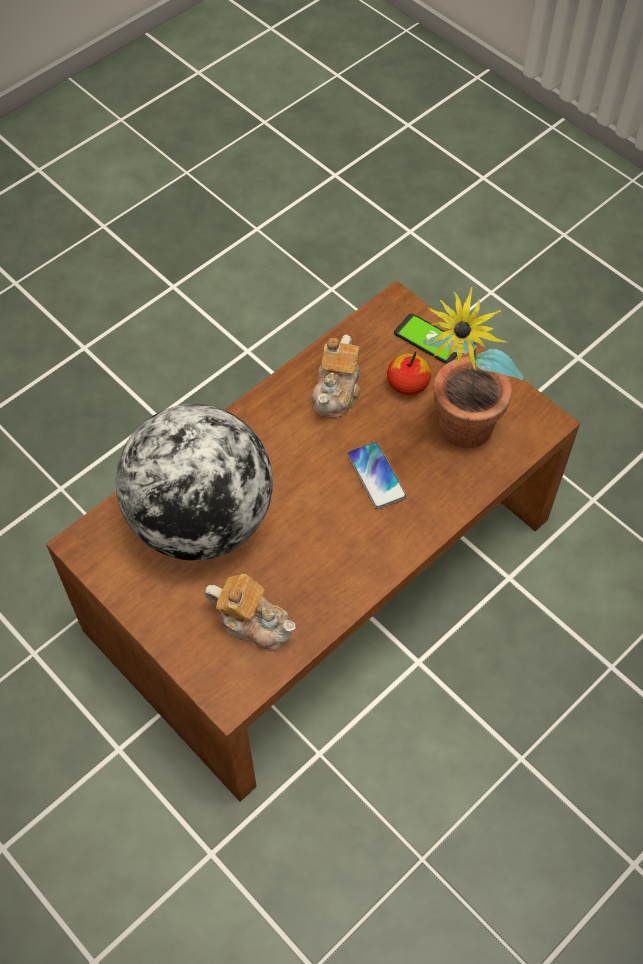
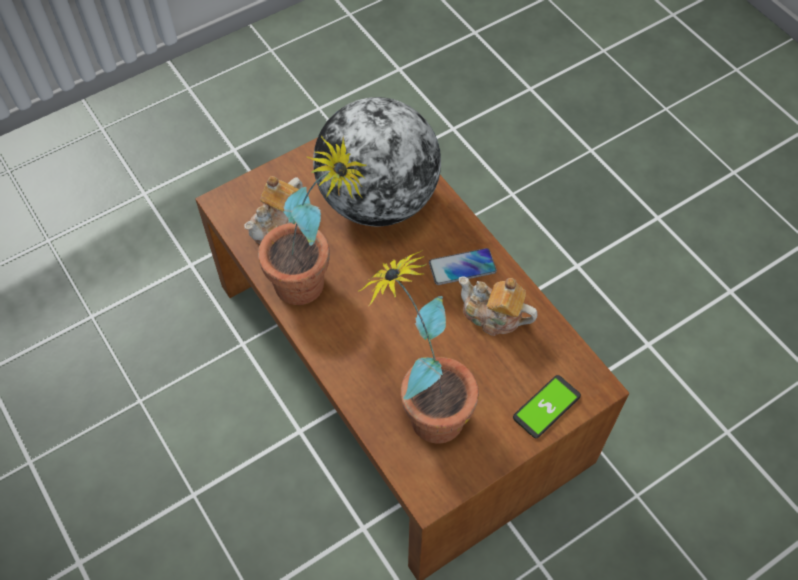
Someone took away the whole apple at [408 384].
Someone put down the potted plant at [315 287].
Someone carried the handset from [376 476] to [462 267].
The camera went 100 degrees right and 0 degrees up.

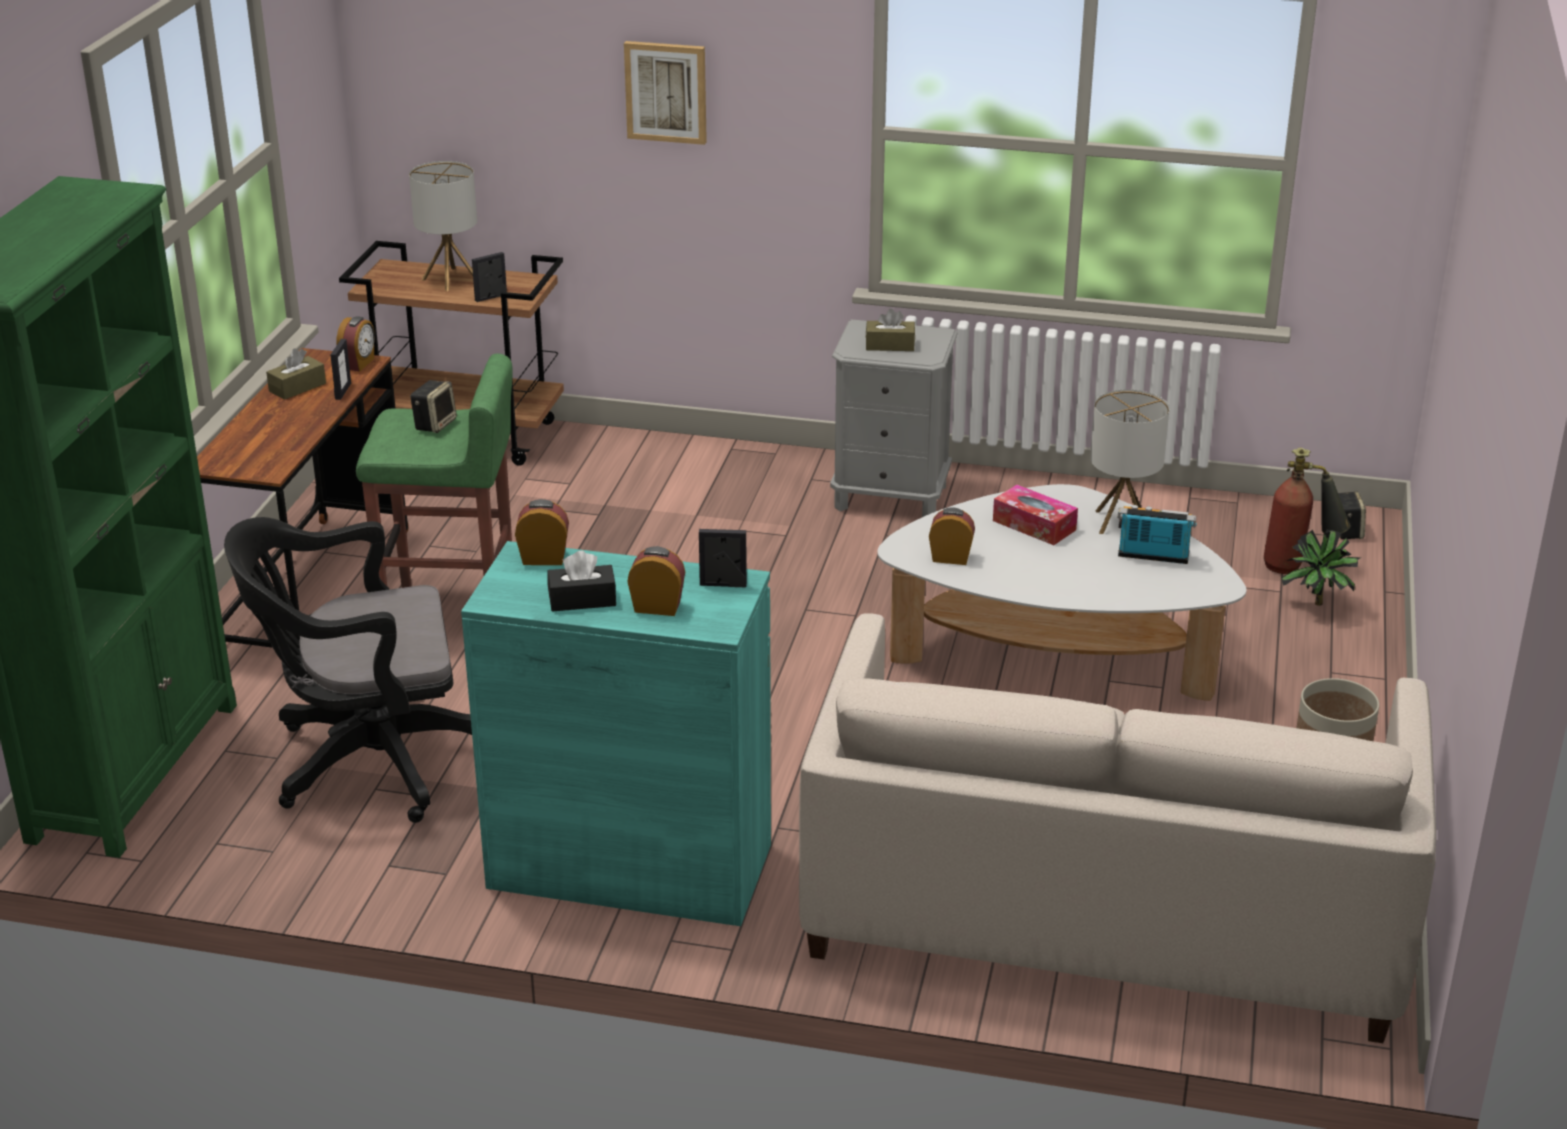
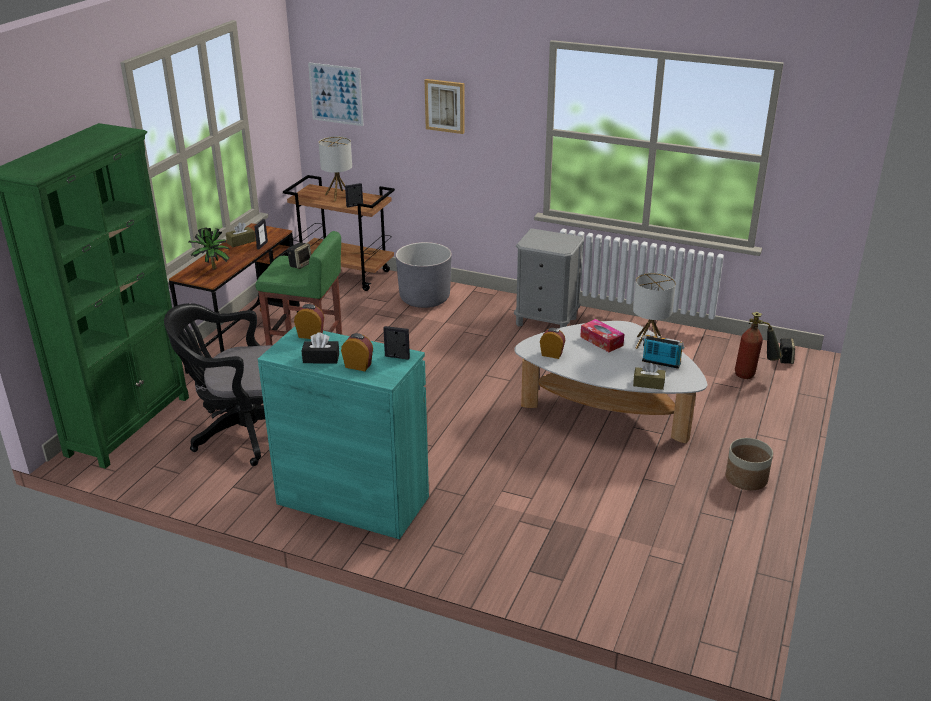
Someone took away the bedside clock at [358 363].
Someone took away the settee/beige at [1103 912].
Someone put up the wall art at [336 94].
Someone put down the planter/greyish at [424 298].
Someone carried the tissue box/brownish from [890 345] to [648 383].
Someone carried the potted plant from [1316 606] to [211 269].
The camera went 10 degrees right and 0 degrees up.

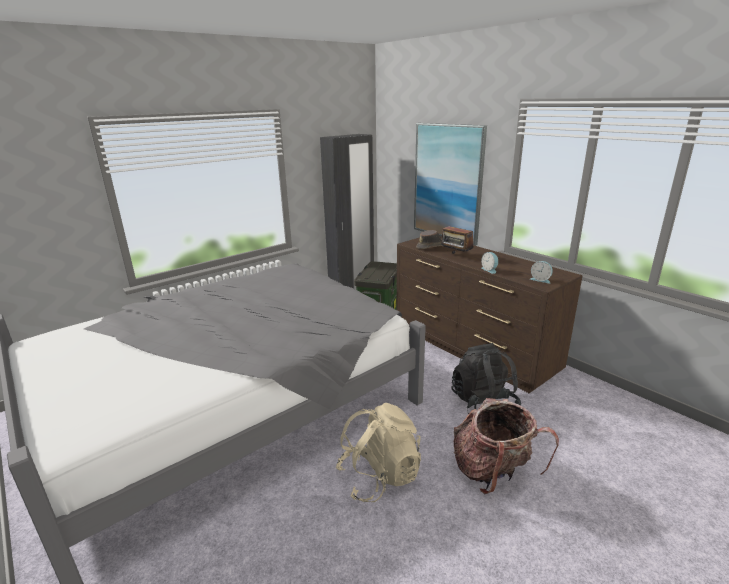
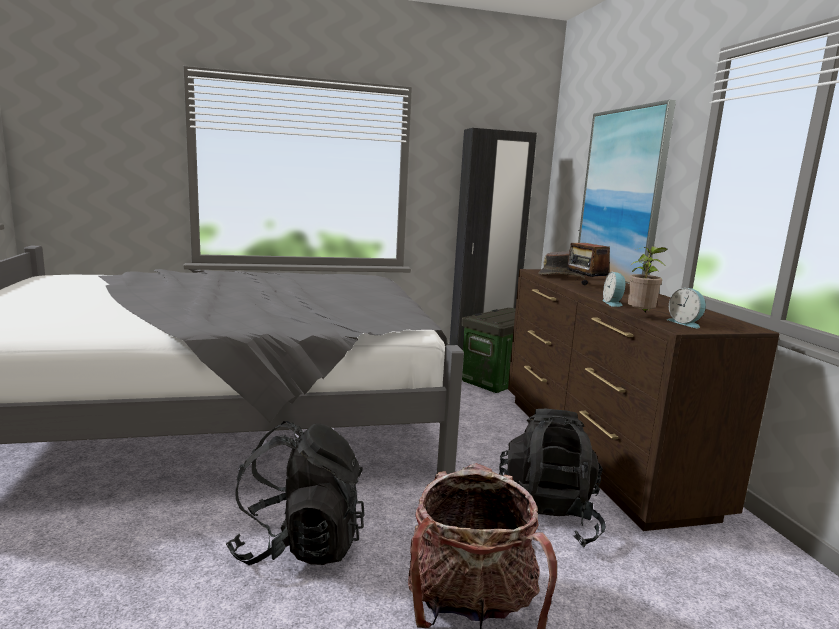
Someone put down the potted plant at [641 316].
Someone repainted the rucksack/beige at [379 476], which became the rucksack/black at [299 545].
The camera went 25 degrees right and 10 degrees down.

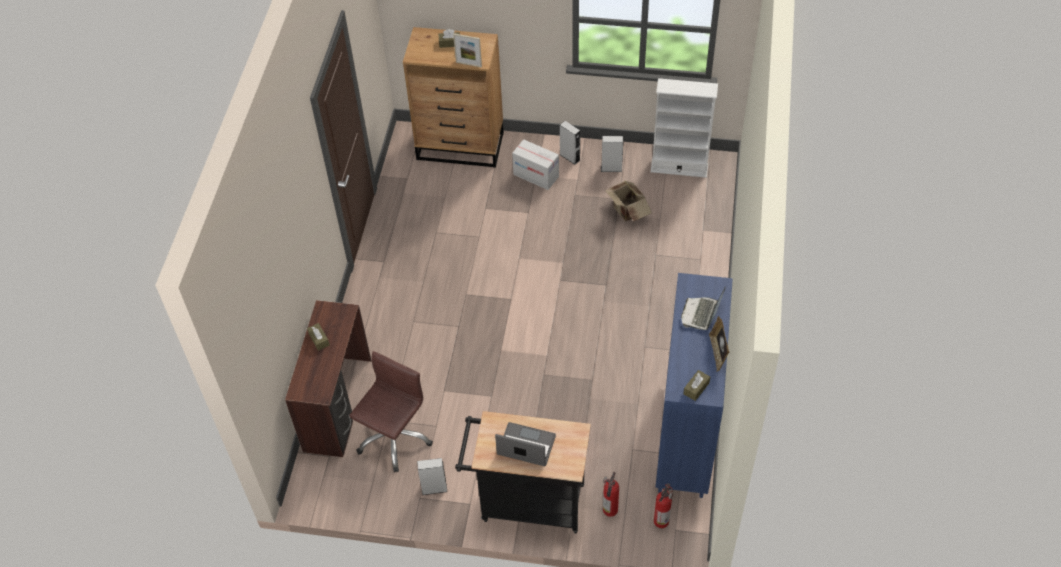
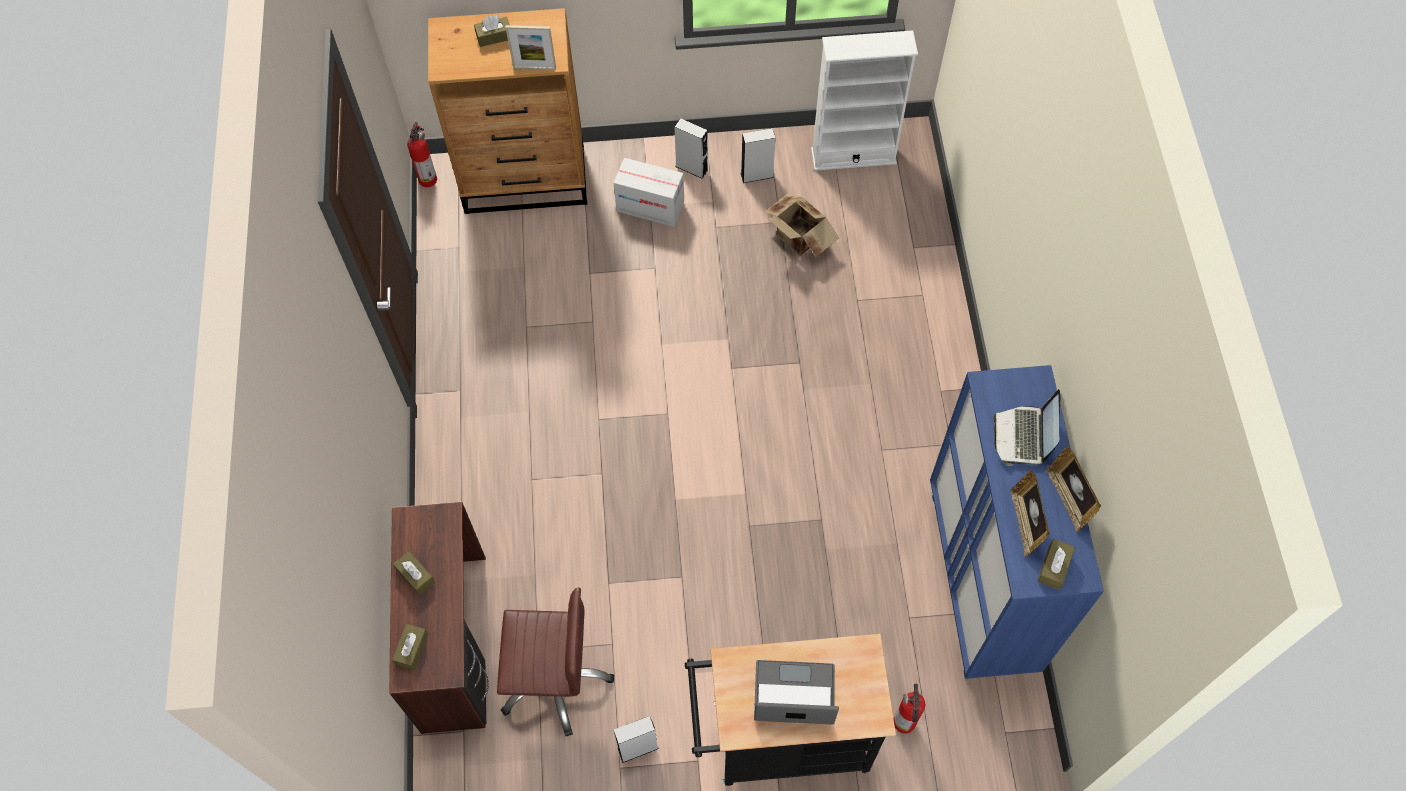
Someone put down the tissue box/brownish at [411 649].
Someone put down the picture frame at [1025 523].
Someone carried the fire-fighting cylinder from [661 520] to [428 178].
Someone rotated the desk chair/brownish at [394 438] by 75 degrees clockwise.
The camera went 15 degrees left and 10 degrees up.

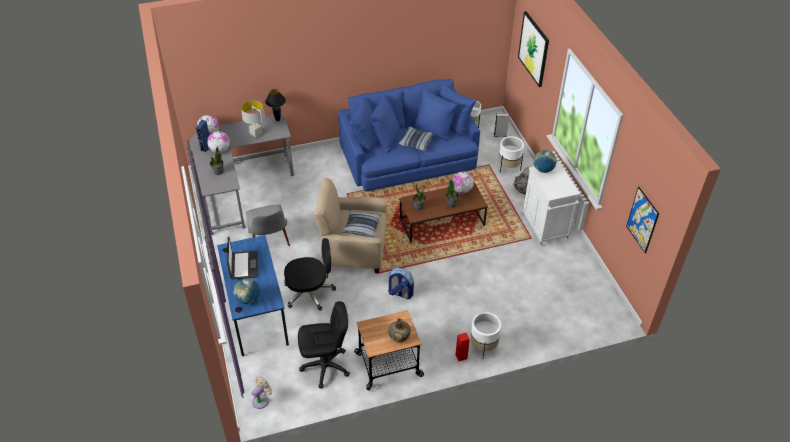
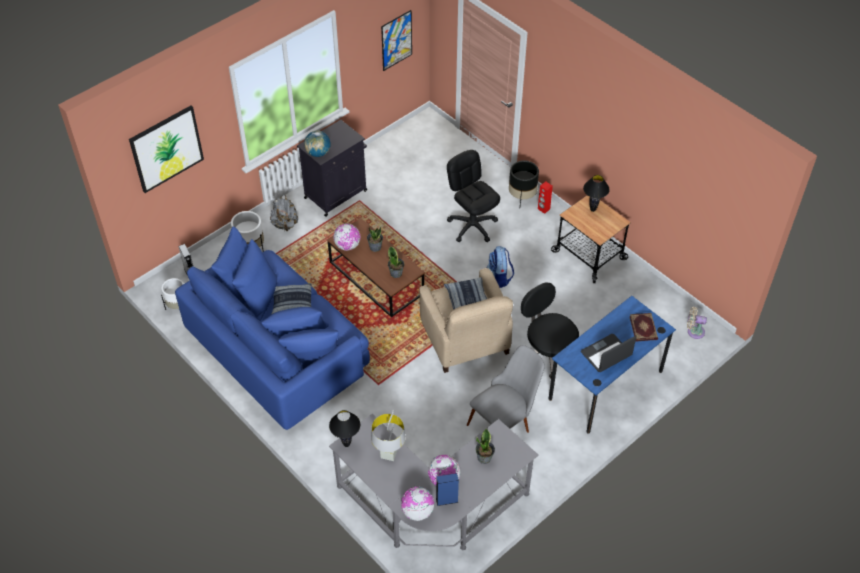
Someone carried the desk chair/black from [325 366] to [472 226].
Someone swapped the world globe at [248 299] for the bound book at [644 328].
Someone swapped the beverage bottle/green at [399 336] for the tabletop lamp/black at [593 210].
Someone repainted the planter/white-coloured at [483 346], which became the planter/black at [522 197].
Someone repainted the cabinet/white-coloured at [545 227], which became the cabinet/black at [336 194].
The camera went 115 degrees left and 5 degrees up.

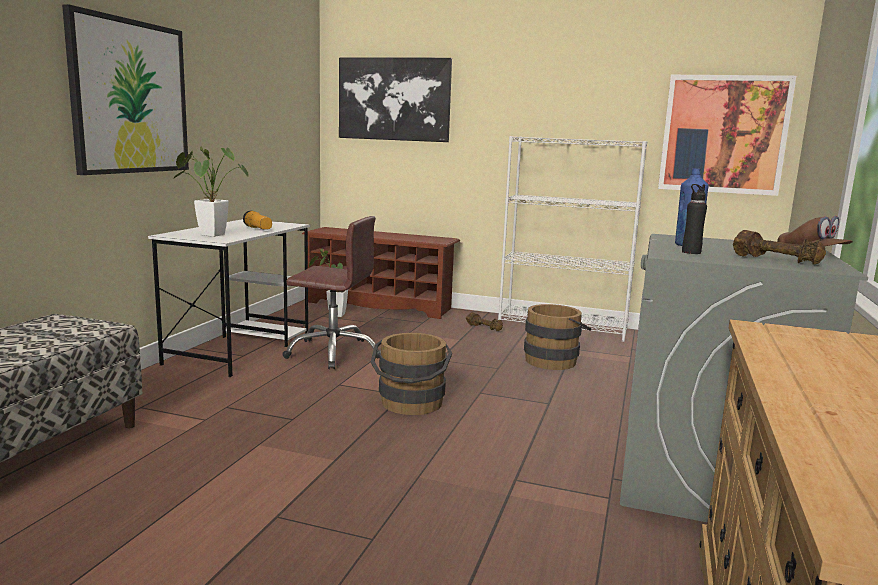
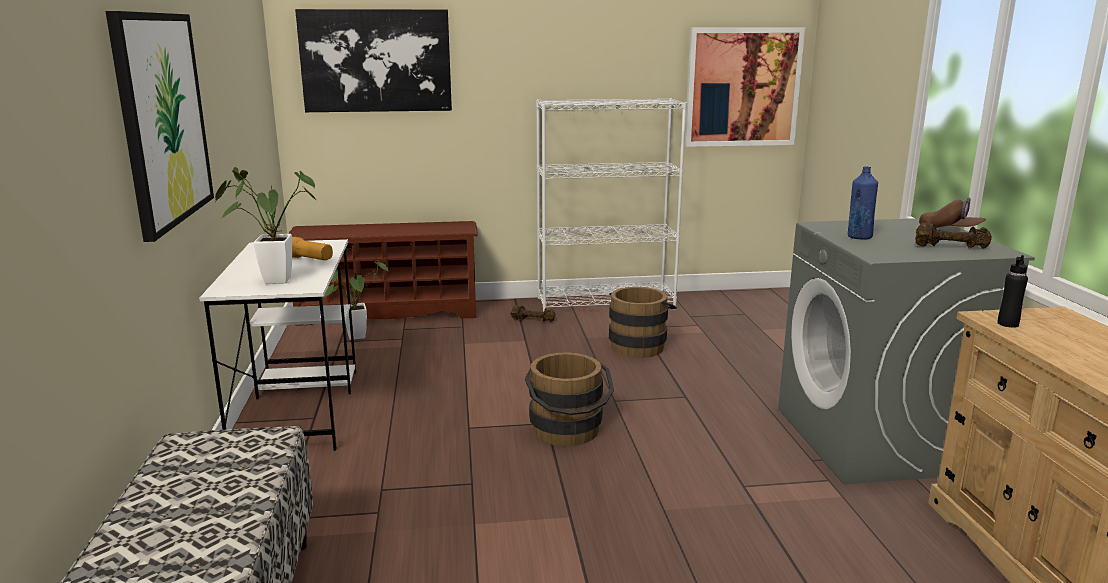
Someone took away the desk chair/brownish at [333 352].
Someone carried the beverage bottle/black from [691 252] to [1007 324].
The camera went 25 degrees left and 5 degrees up.

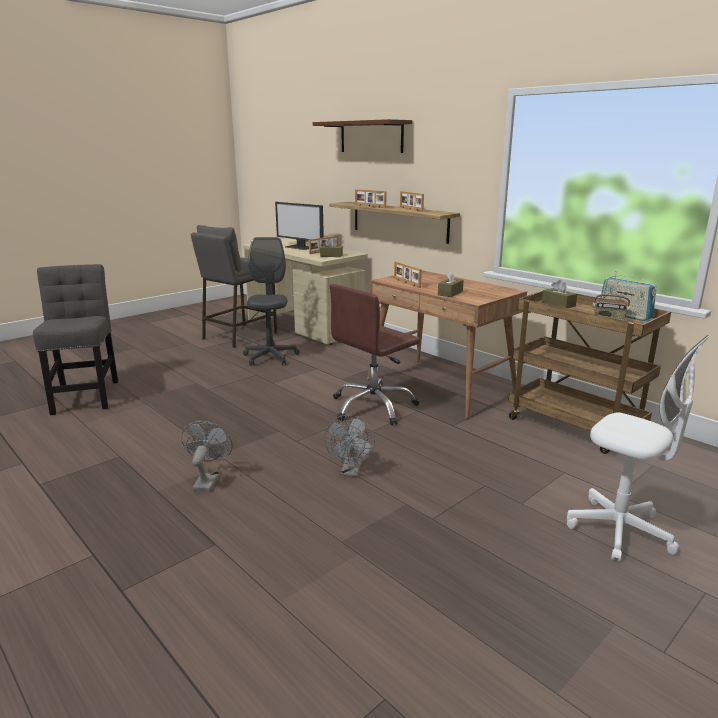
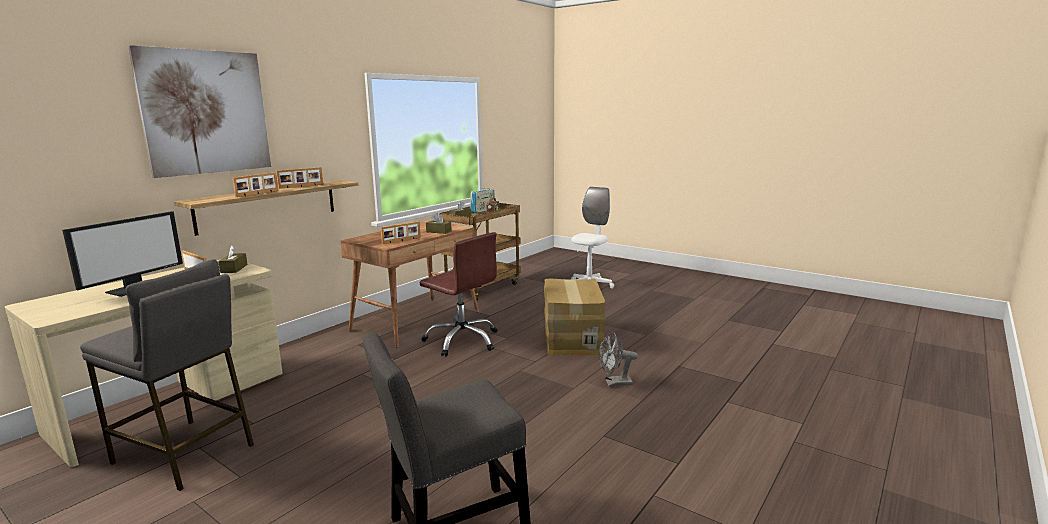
Someone took away the desk chair/greyish at [270 357].
Someone swapped the bracket shelf/brownish at [371 137] for the wall art at [206 112].
Someone swapped the cooling fan/greyish at [351 471] for the carton at [571 339].
The camera went 100 degrees left and 5 degrees down.

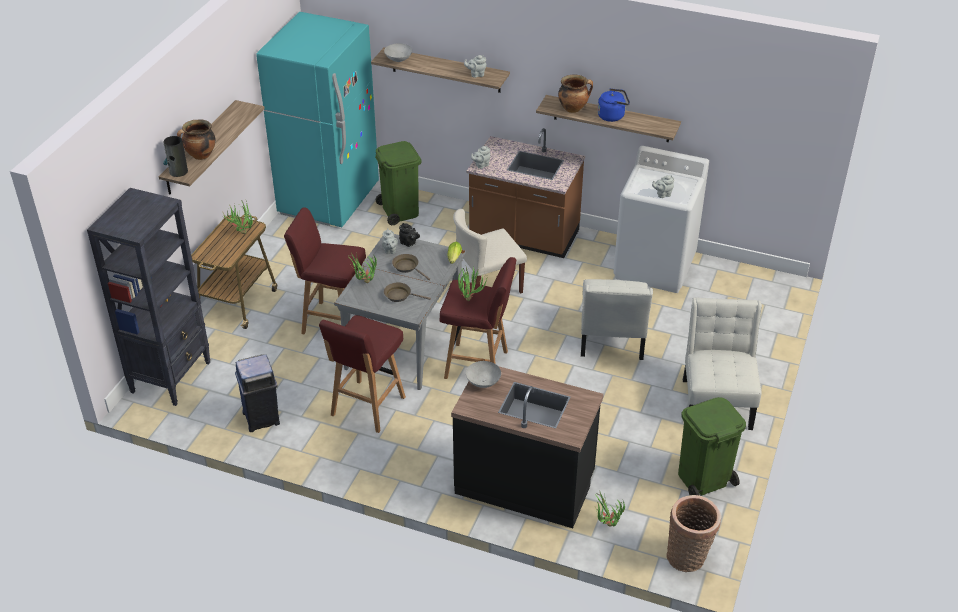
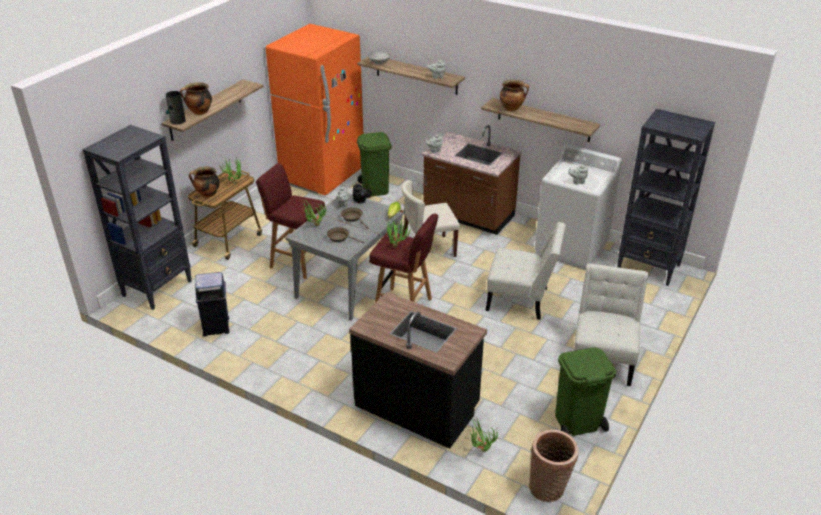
Someone took away the sitting stool/reddish at [367 407].
Someone took away the serving bowl/greyish at [484 382].
Someone took away the water kettle/blue-coloured at [612 116].
Someone put down the stockpot at [207 194].
Someone put down the bookshelf/black at [649 267].
Someone repainted the refrigerator/turquoise at [329 199], which became the refrigerator/orange at [323 176].
Someone rotated the upright chair/white-coloured at [611 340] by 90 degrees counterclockwise.
The camera went 10 degrees right and 5 degrees down.

